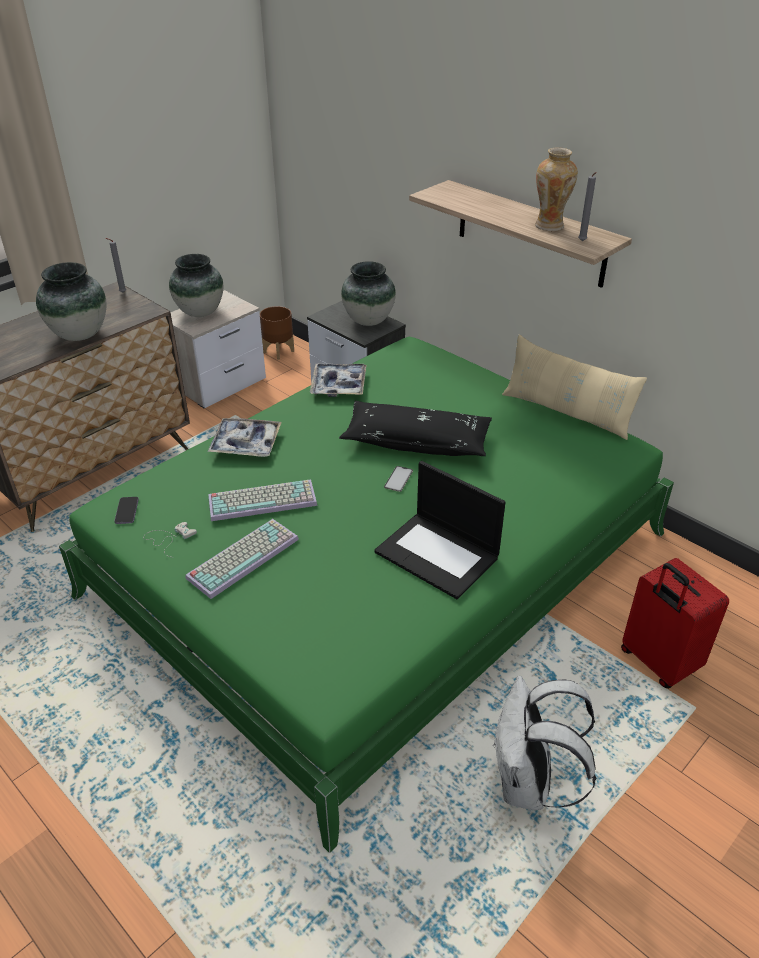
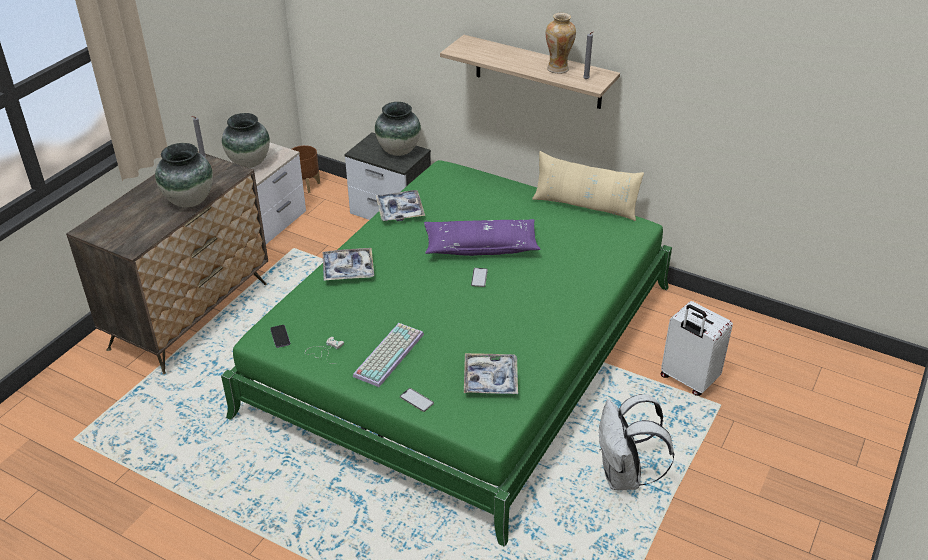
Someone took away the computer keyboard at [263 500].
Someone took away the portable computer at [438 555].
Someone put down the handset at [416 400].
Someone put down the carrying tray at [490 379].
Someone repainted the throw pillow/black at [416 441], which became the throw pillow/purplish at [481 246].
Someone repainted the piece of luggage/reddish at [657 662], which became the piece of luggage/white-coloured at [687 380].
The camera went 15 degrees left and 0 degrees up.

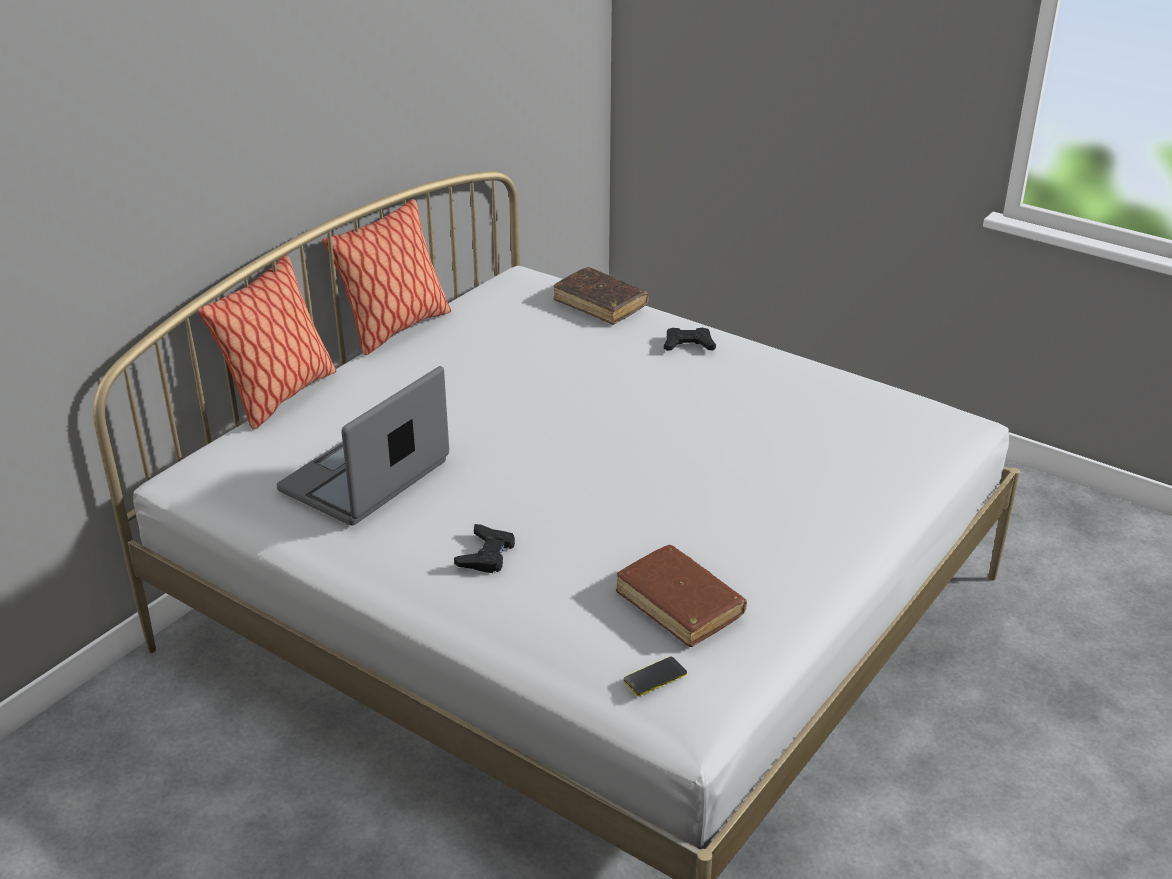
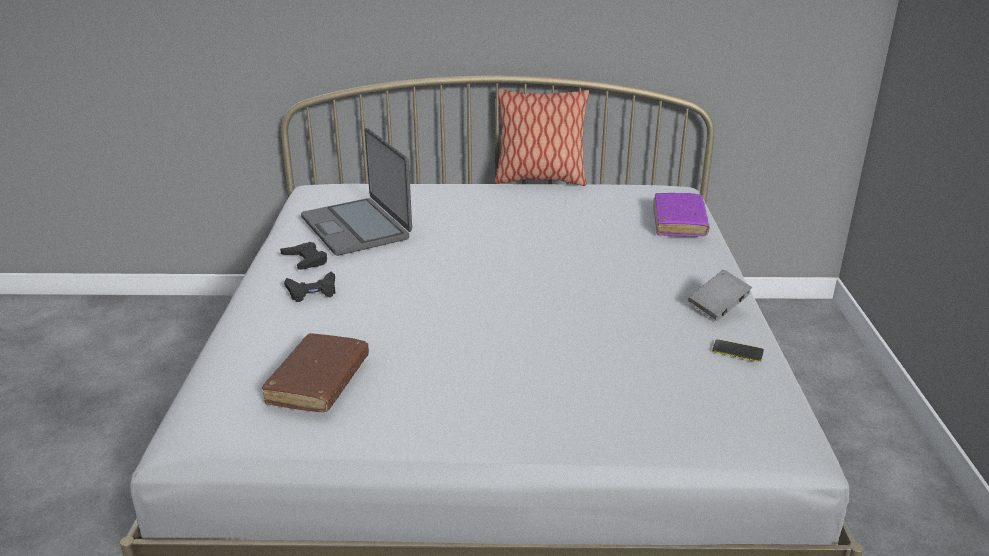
Someone took away the throw pillow at [280 396].
Someone put down the bound book/greyish at [718 307].
Someone carried the handset from [655 677] to [737 351].
Someone carried the game controller/black from [688 345] to [305 260].
Someone repainted the bound book/brownish at [600 304], which became the bound book/purplish at [679 222].
Someone rotated the portable computer at [366 477] by 120 degrees counterclockwise.
The camera went 55 degrees right and 5 degrees down.

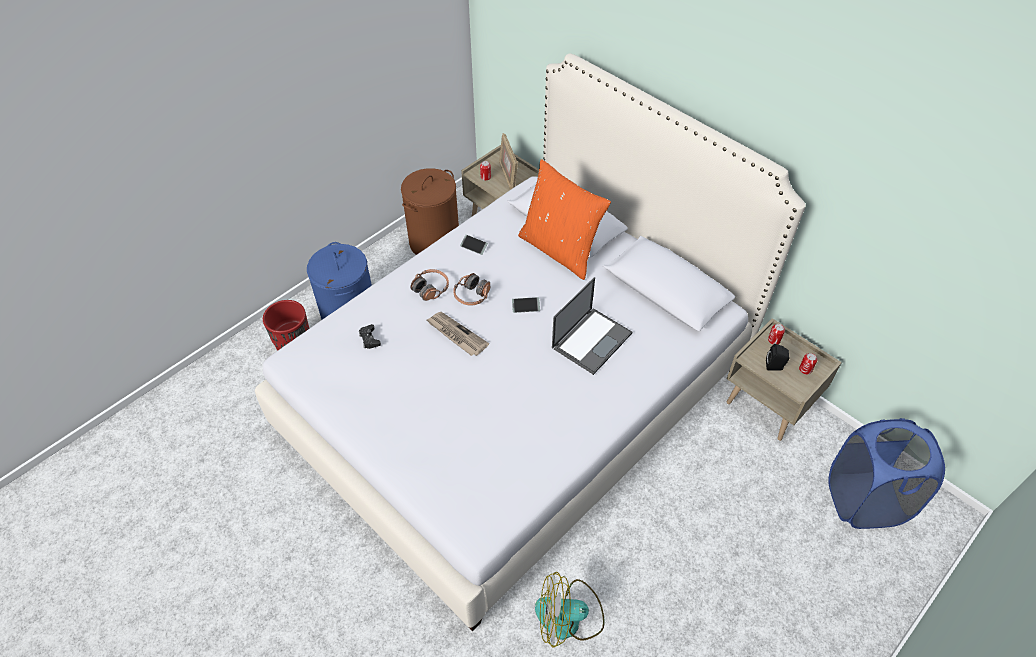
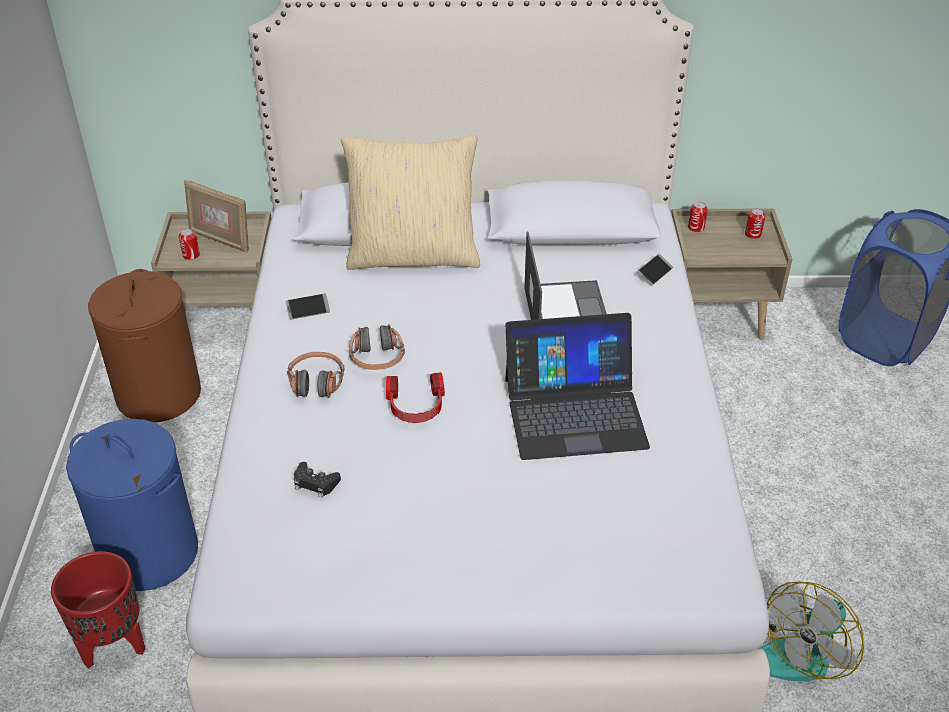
Someone took away the audio speaker/black at [775 366].
Someone put down the portable computer at [574 412].
Someone carried the handset from [526 307] to [654 273].
Someone swapped the daily paper at [456 335] for the pair of headphones at [416 407].
Someone repainted the throw pillow/orange at [560 250], which became the throw pillow/beige at [413 255].
The camera went 45 degrees left and 10 degrees down.

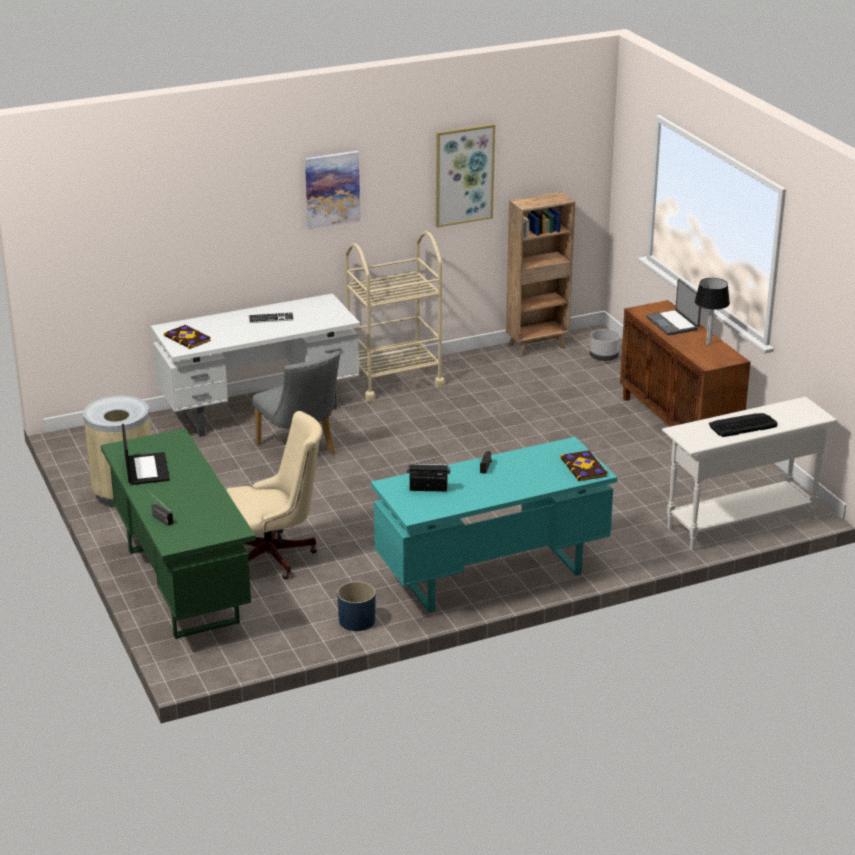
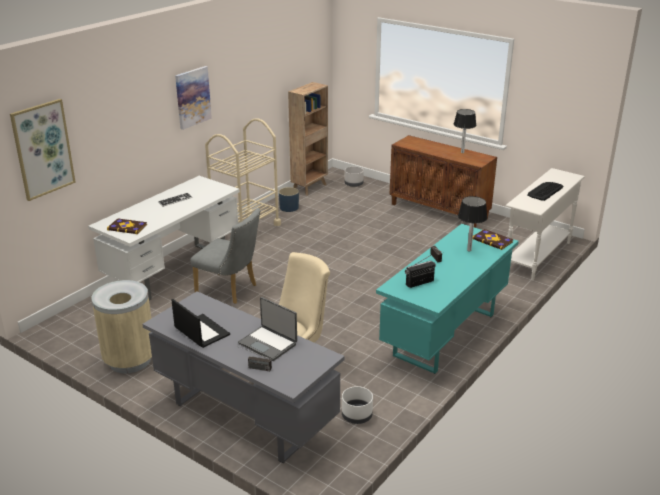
Someone put down the planter/white-coloured at [356 416].
Someone put down the tabletop lamp at [469 250].
Someone carried the planter/blue-coloured from [356 620] to [289 208].
Someone carried the wall art from [464 175] to [43 149].
Someone carried the portable computer from [673 323] to [268 343].
Someone repainted the desk unit/green at [181 586], which became the desk unit/greyish at [244 417].
The camera went 30 degrees left and 0 degrees up.

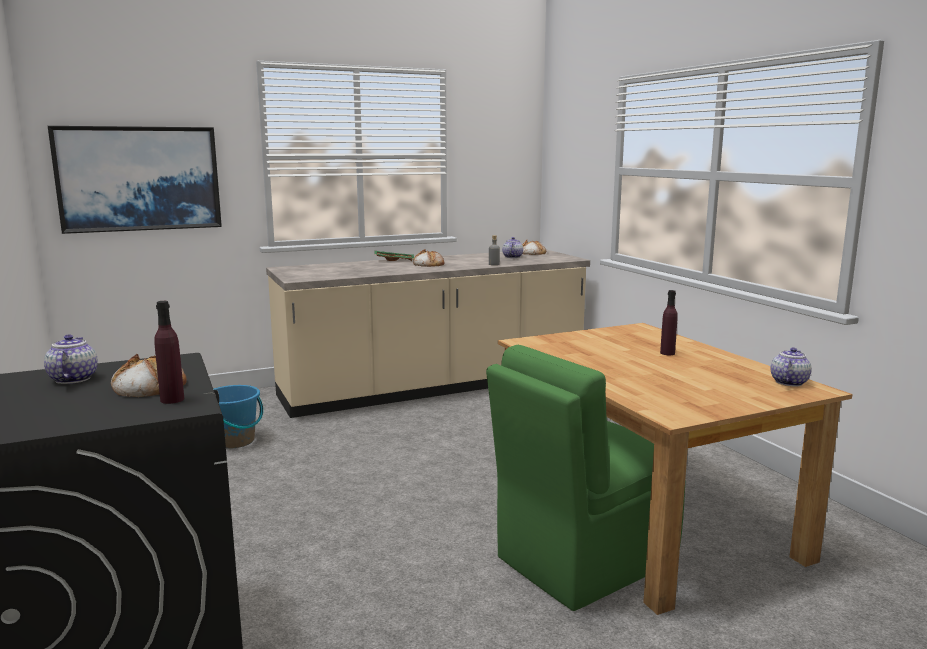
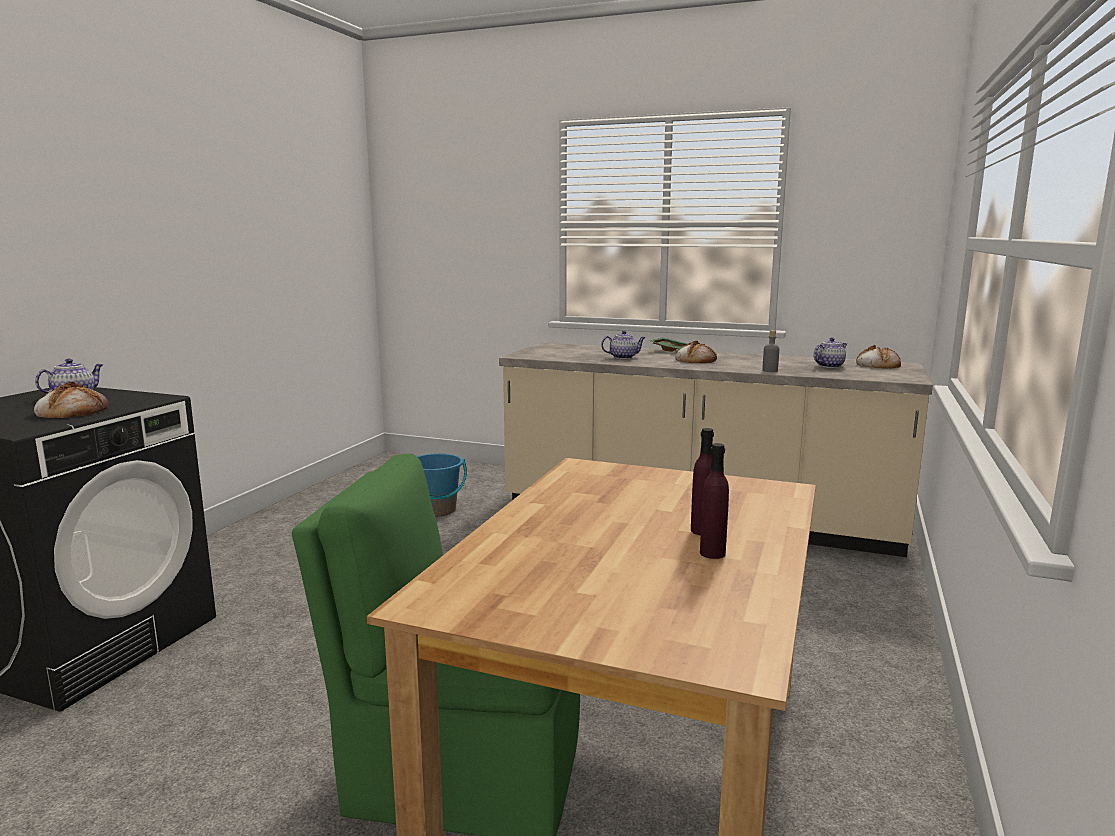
Someone took away the wall art at [139 178].
Someone carried the beverage bottle/purplish from [172 399] to [712 553].
Someone carried the teapot from [788 382] to [623 357].
The camera went 45 degrees right and 0 degrees up.

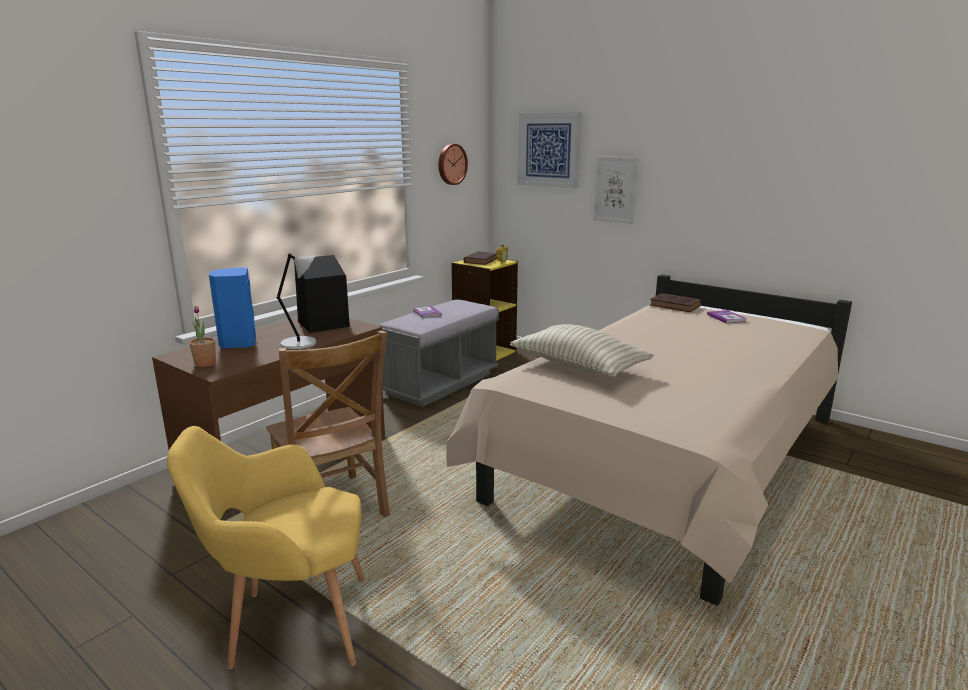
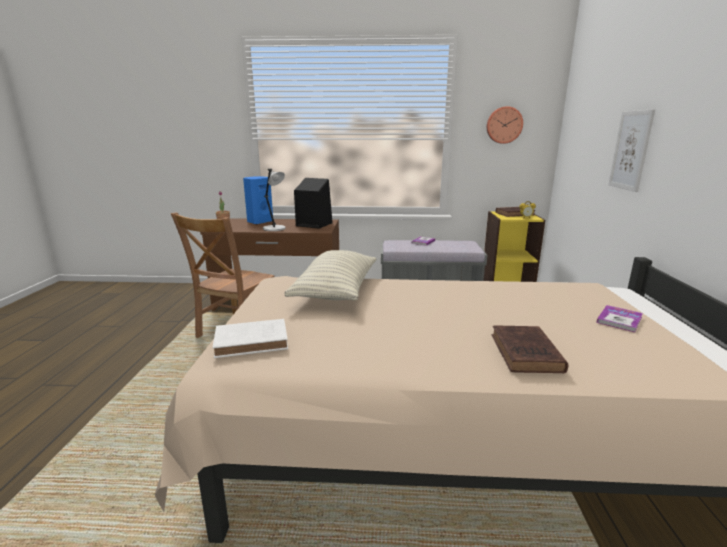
Someone took away the lounge chair/yellow at [290 625].
Someone took away the wall art at [549 150].
Someone put down the bound book/white-coloured at [254 342].
Someone carried the bound book/brownish from [676 306] to [526 354].
The camera went 55 degrees right and 0 degrees up.

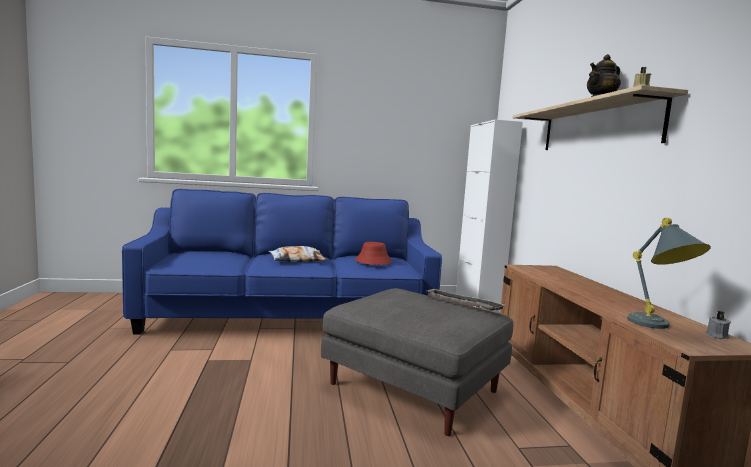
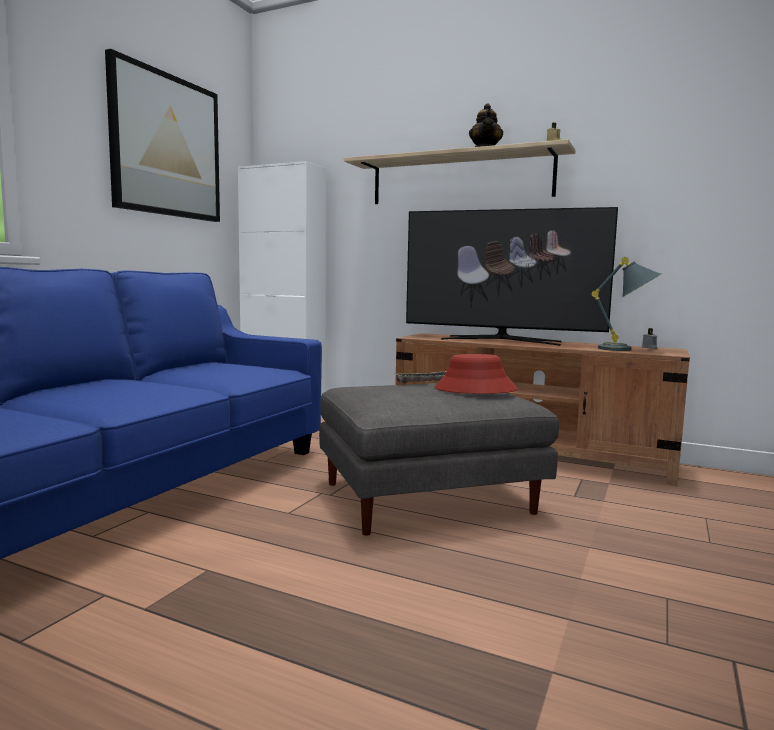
Someone took away the throw pillow at [297 260].
Someone put up the wall art at [166 146].
Someone put down the TV at [501 340].
Someone carried the hat/reddish from [373 262] to [475 390].
The camera went 55 degrees left and 0 degrees up.

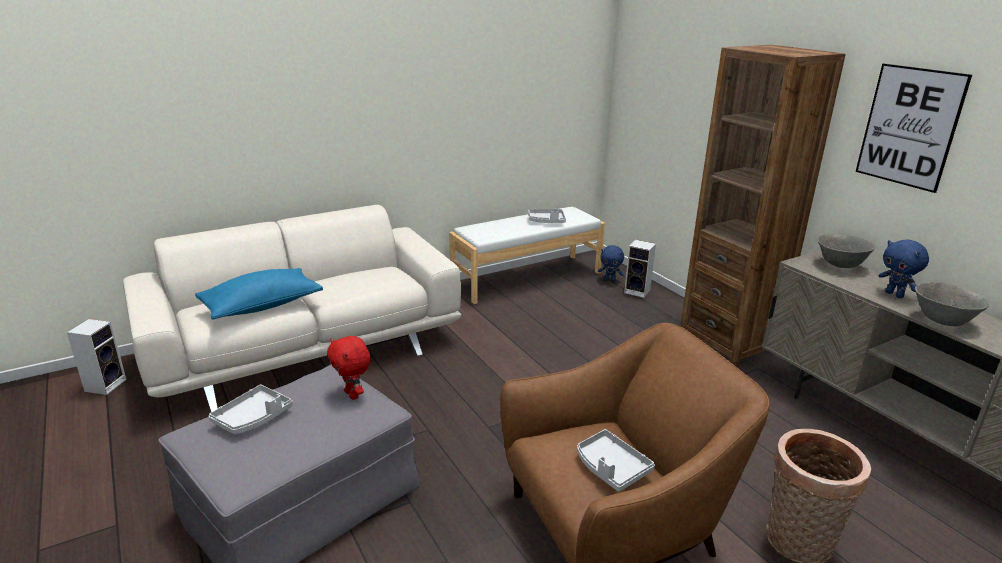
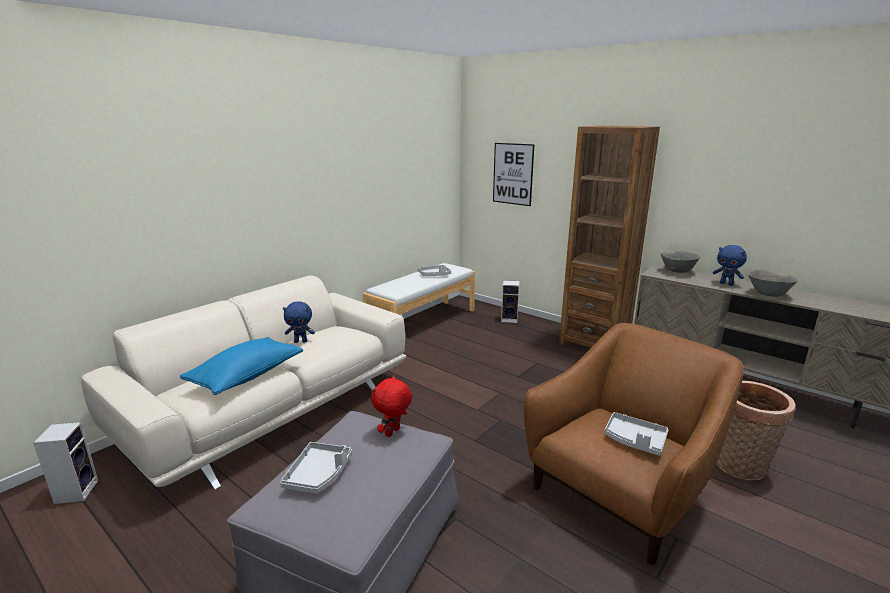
Someone carried the soft toy/blue-coloured from [610 280] to [301 341].
Someone carried the wall art from [909 127] to [513 174].
Someone rotated the soft toy/reddish at [353 394] by 90 degrees clockwise.
The camera went 20 degrees left and 5 degrees down.

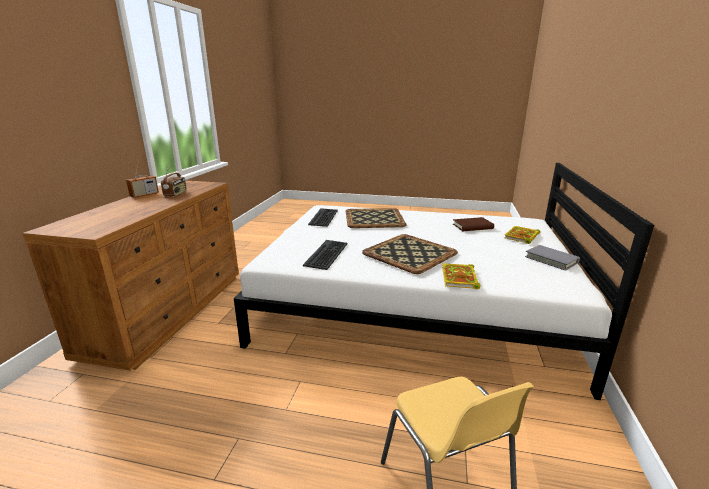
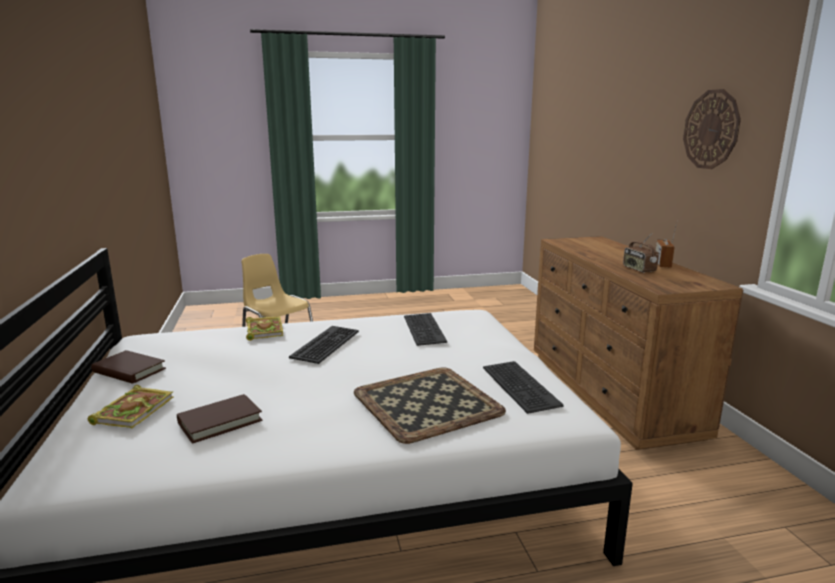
Someone put up the clock on the wall at [711 129].
Someone swapped the carrying tray at [409 253] for the computer keyboard at [326 344].
Someone repainted the bound book/greyish at [551 259], which became the bound book/brownish at [129 370].
The camera went 155 degrees right and 5 degrees down.

